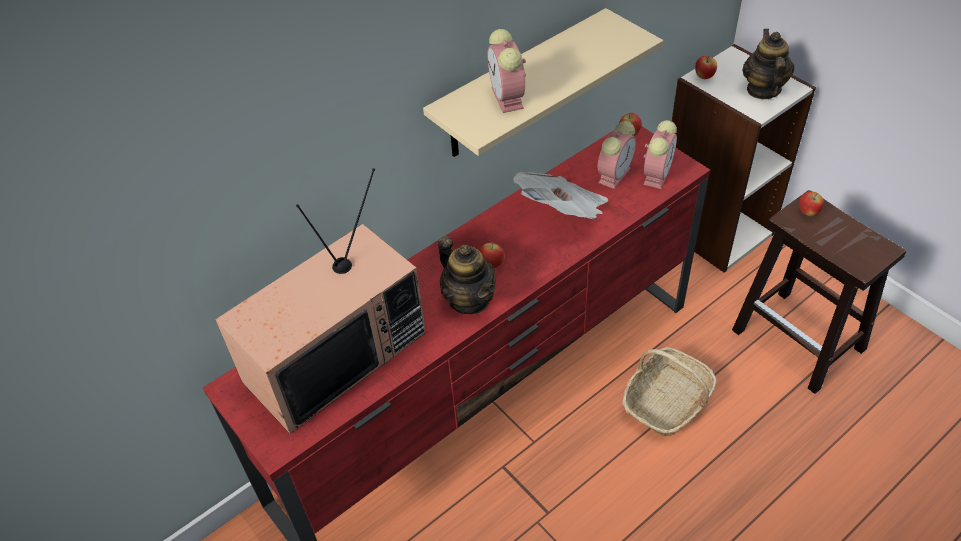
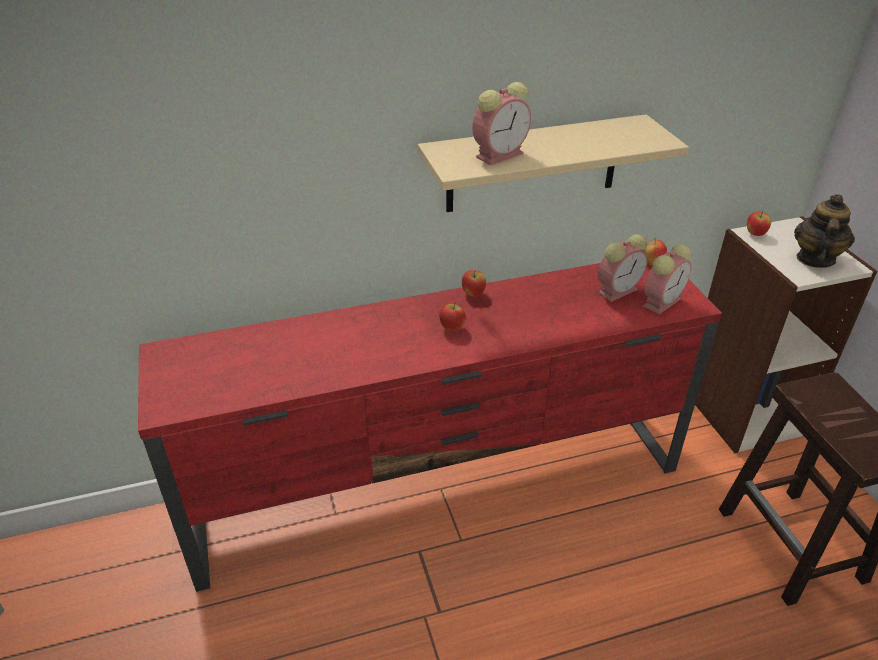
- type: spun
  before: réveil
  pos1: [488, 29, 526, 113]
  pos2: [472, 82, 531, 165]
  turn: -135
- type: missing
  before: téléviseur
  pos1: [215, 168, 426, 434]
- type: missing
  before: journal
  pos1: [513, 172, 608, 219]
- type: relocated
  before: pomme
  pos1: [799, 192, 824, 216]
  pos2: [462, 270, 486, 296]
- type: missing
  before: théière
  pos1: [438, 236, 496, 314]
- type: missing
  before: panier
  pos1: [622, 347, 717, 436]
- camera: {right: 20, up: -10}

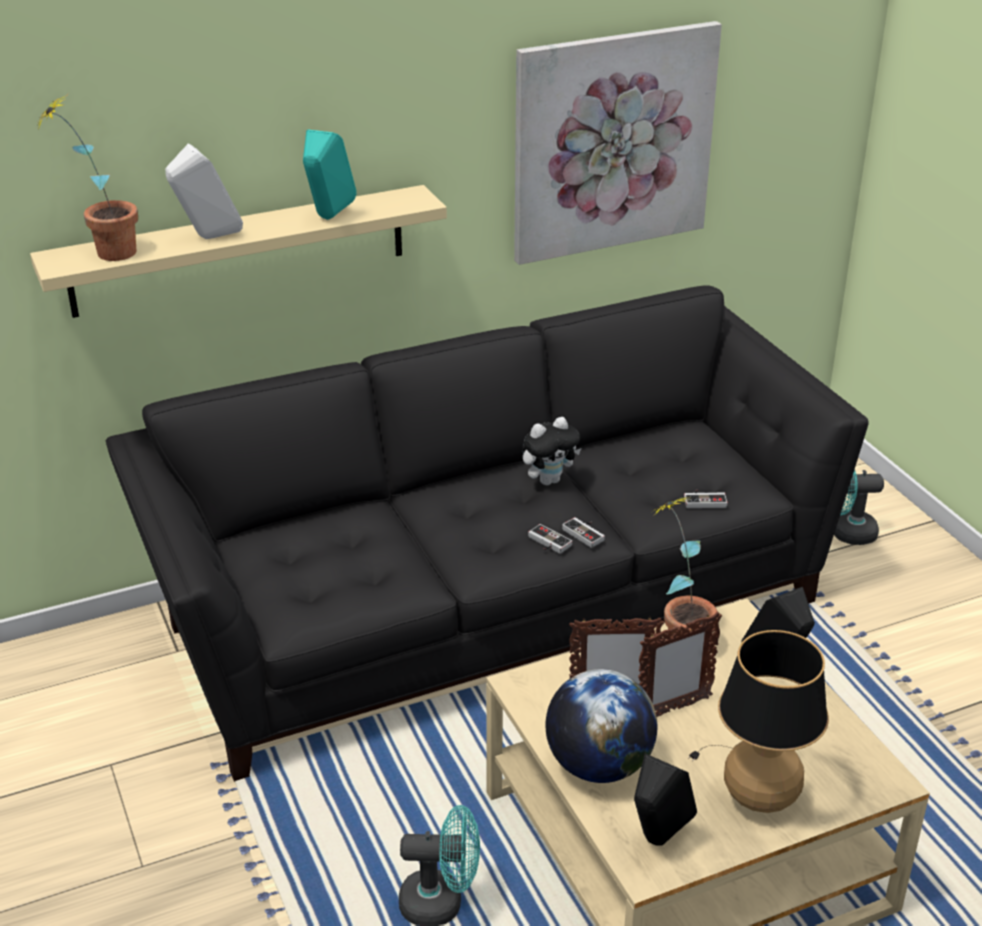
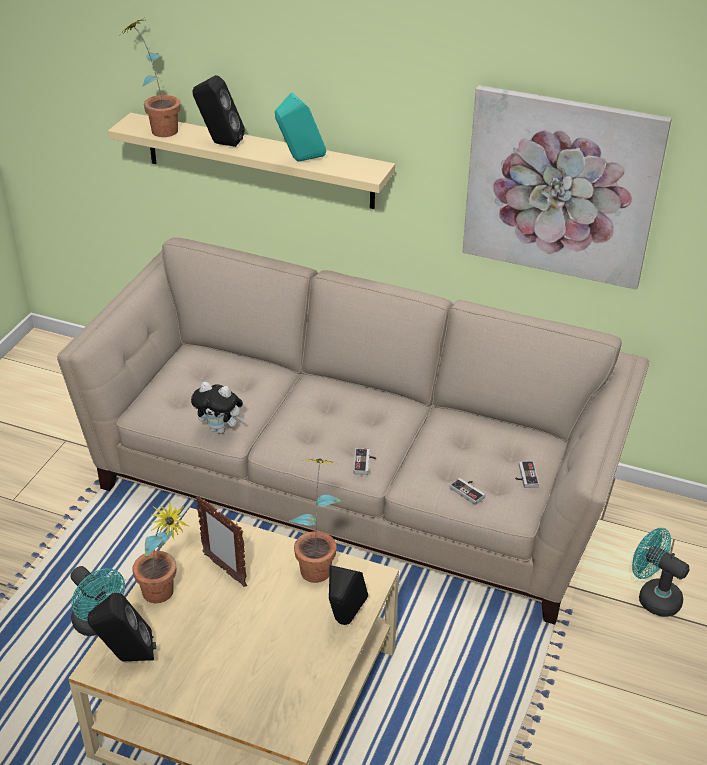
- type: colour
  before: enceinte (blanc)
  after: enceinte (noir)
  pos1: [165, 144, 243, 239]
  pos2: [192, 75, 245, 147]
- type: colour
  before: canapé (noir)
  after: canapé (beige)
  pos1: [106, 286, 869, 782]
  pos2: [57, 238, 649, 625]
- type: relocated
  before: peluche
  pos1: [522, 417, 581, 485]
  pos2: [191, 382, 245, 434]
- type: relocated
  before: manette
  pos1: [528, 524, 572, 554]
  pos2: [515, 461, 539, 488]
- type: missing
  before: cadre photo
  pos1: [638, 612, 722, 717]
- type: missing
  before: lampe de table
  pos1: [688, 630, 829, 813]
- type: exchanged
  before: globe
  after: plante en pot
  pos1: [545, 669, 657, 783]
  pos2: [132, 500, 188, 603]
- camera: {right: 45, up: 5}

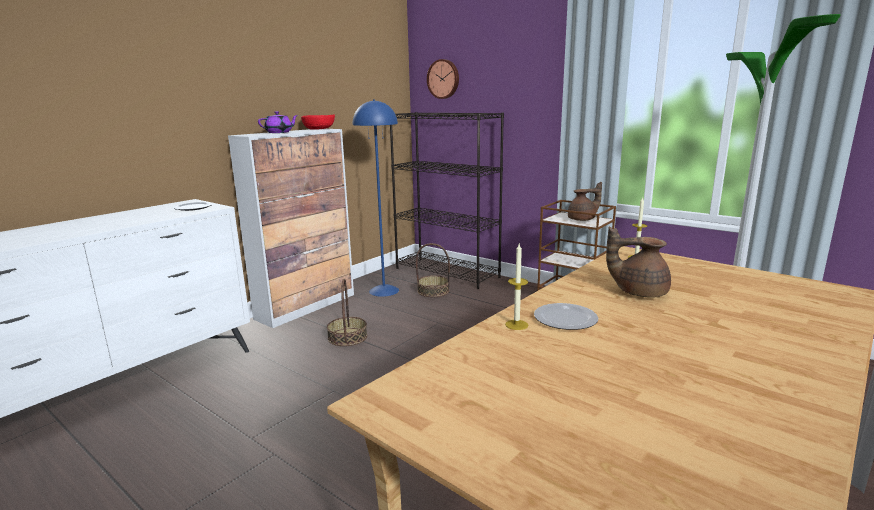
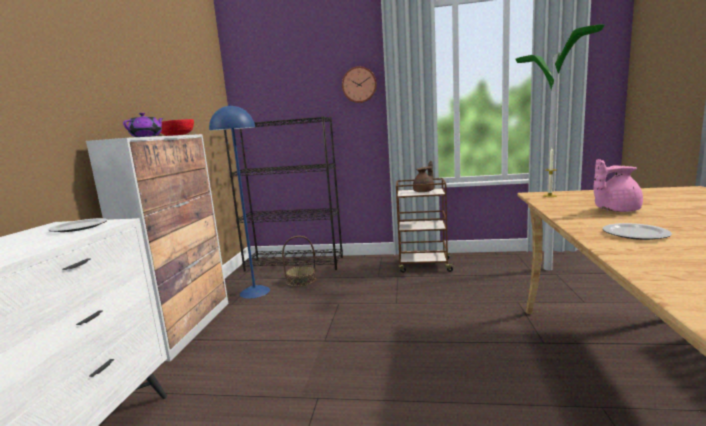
- type: relocated
  before: horloge murale
  pos1: [427, 59, 459, 99]
  pos2: [342, 66, 377, 103]
- type: colour
  before: théière (marron)
  after: théière (rose)
  pos1: [606, 227, 671, 298]
  pos2: [593, 159, 643, 212]
- type: missing
  before: bougie
  pos1: [505, 244, 528, 330]
- type: missing
  before: panier
  pos1: [327, 279, 367, 346]
- camera: {right: -30, up: -5}

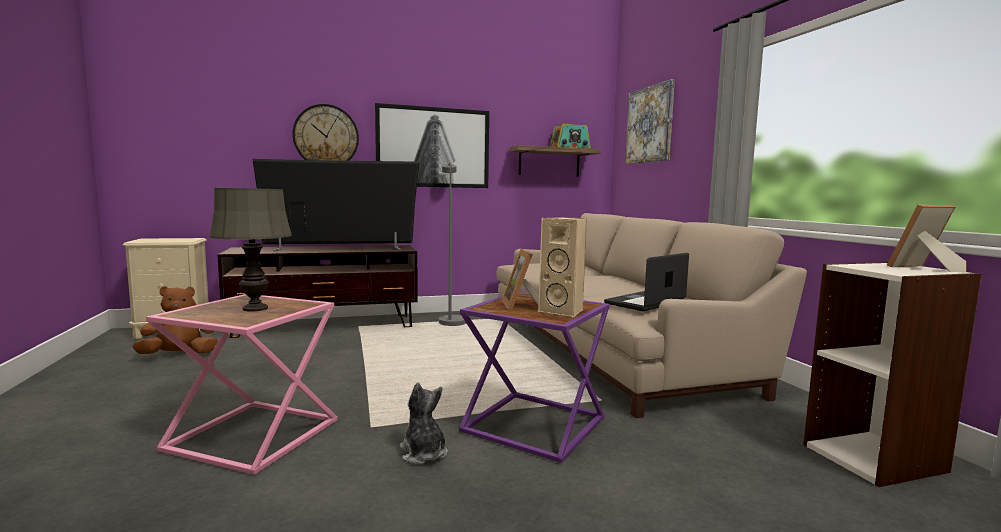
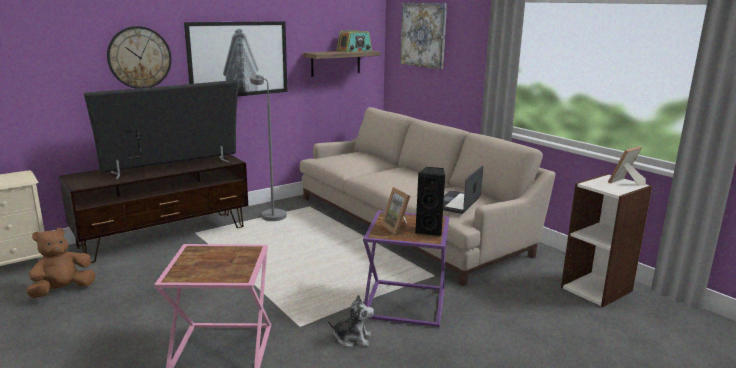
- type: missing
  before: lampe de table (gris)
  pos1: [209, 188, 292, 312]
- type: colour
  before: enceinte (beige)
  after: enceinte (noir)
  pos1: [538, 217, 587, 318]
  pos2: [415, 167, 445, 236]
- type: spun
  before: peluche
  pos1: [400, 382, 448, 465]
  pos2: [327, 294, 374, 347]
  turn: 150
- camera: {right: -20, up: 10}

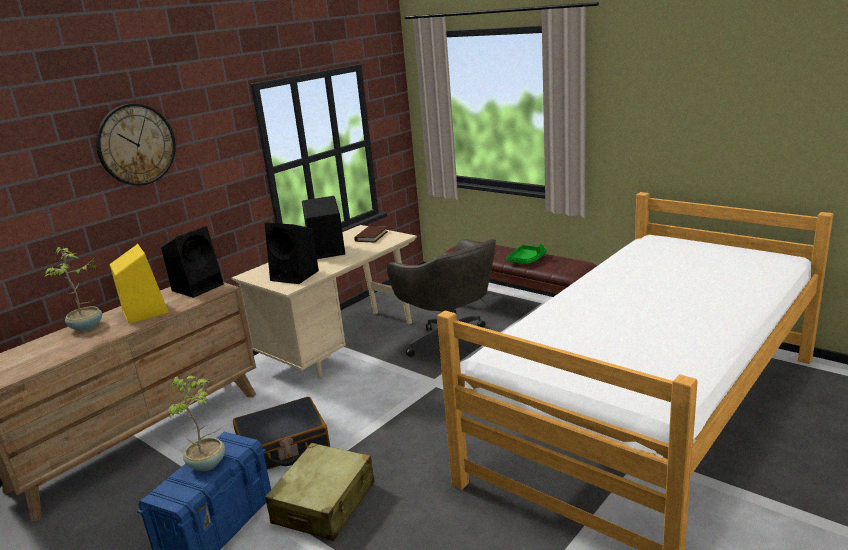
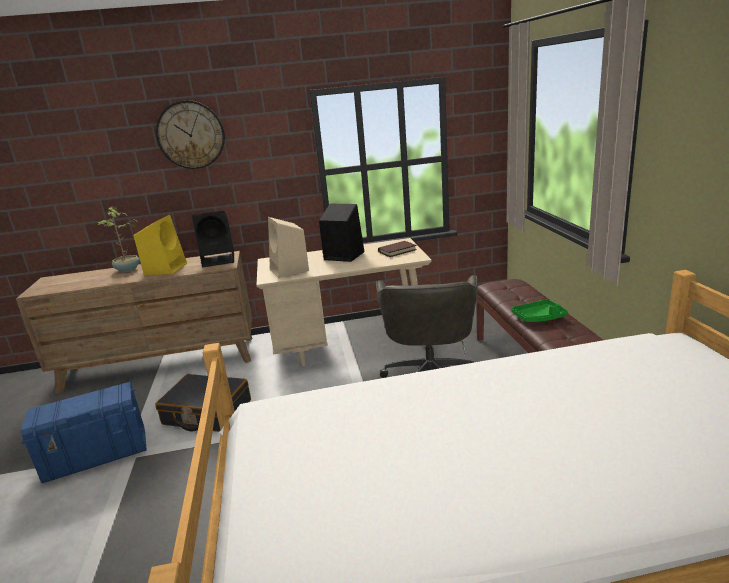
- type: colour
  before: enceinte (noir)
  after: enceinte (beige)
  pos1: [265, 223, 319, 284]
  pos2: [268, 217, 309, 278]
- type: missing
  before: plante en pot
  pos1: [166, 375, 225, 471]
- type: missing
  before: valise (beige)
  pos1: [265, 443, 375, 541]
- camera: {right: 40, up: 0}

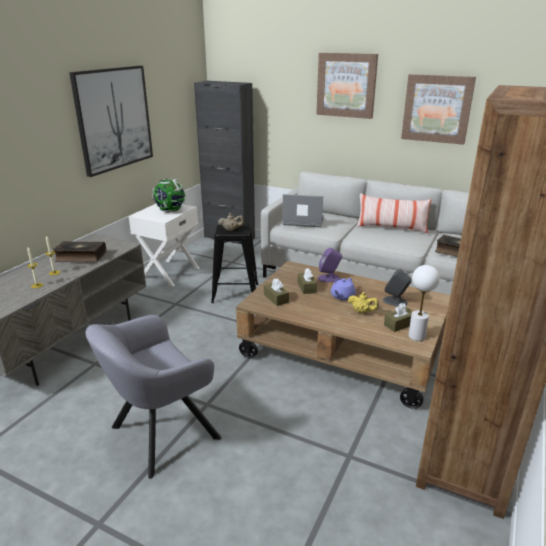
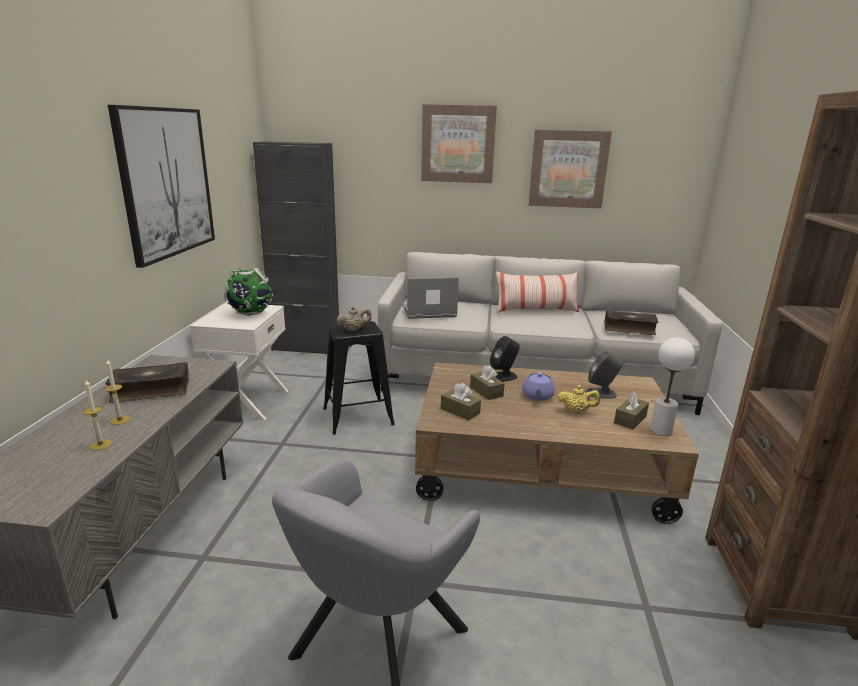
- type: colour
  before: enceinte (violet)
  after: enceinte (noir)
  pos1: [318, 248, 342, 282]
  pos2: [490, 336, 520, 382]
- camera: {right: -20, up: -5}

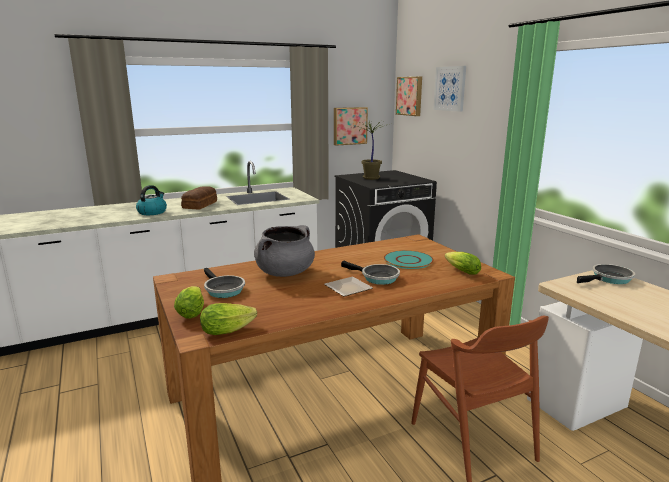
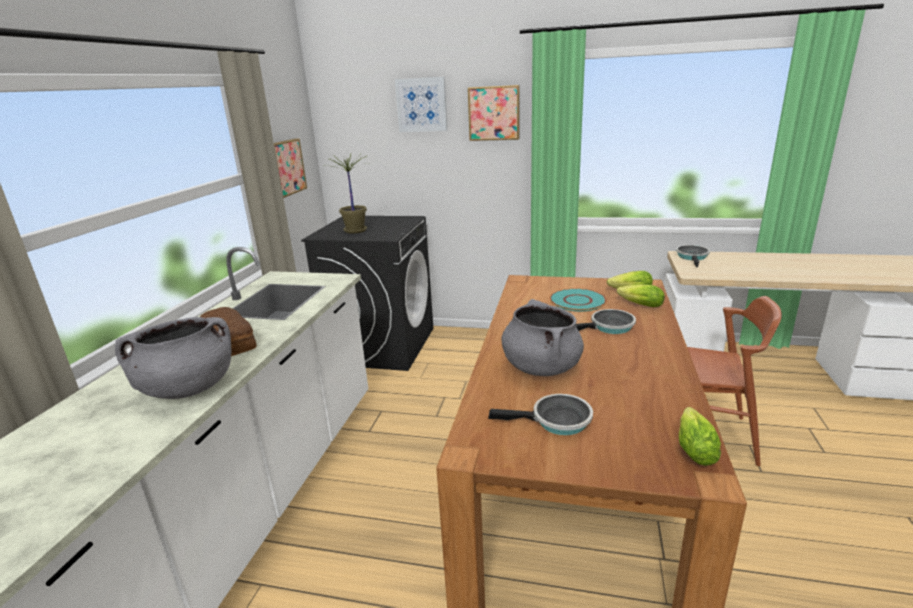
- type: relocated
  before: tableau
  pos1: [396, 77, 422, 116]
  pos2: [468, 85, 519, 141]
- type: exchanged
  before: bouilloire
  after: marmite (gris)
  pos1: [136, 185, 167, 215]
  pos2: [115, 317, 231, 399]
- type: missing
  before: assiette
  pos1: [324, 277, 373, 297]
- type: relocated
  before: laitue
  pos1: [174, 286, 204, 319]
  pos2: [617, 284, 665, 307]
- camera: {right: -50, up: 5}

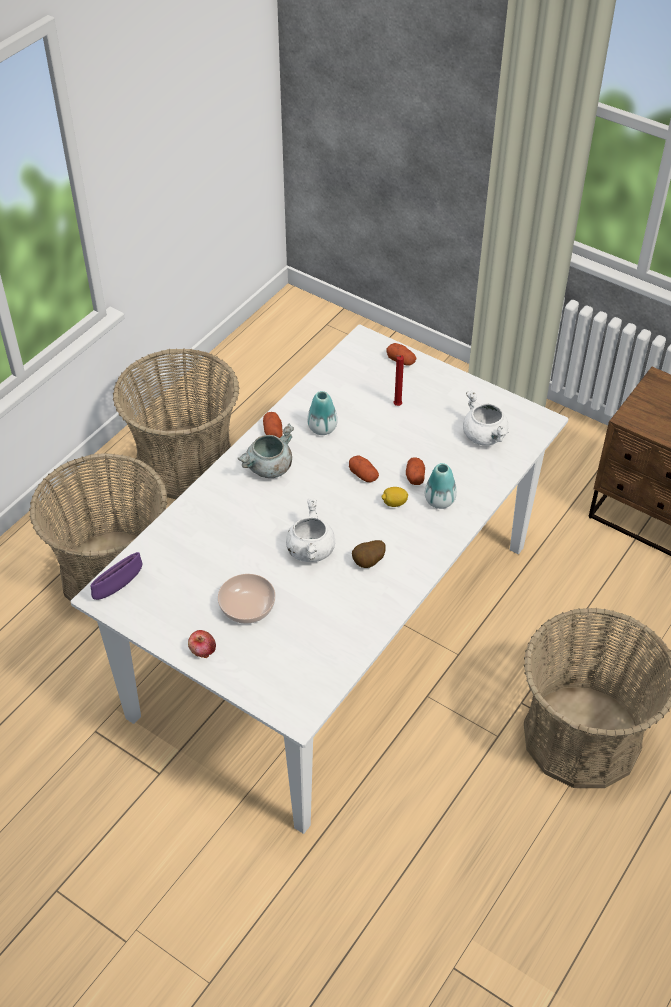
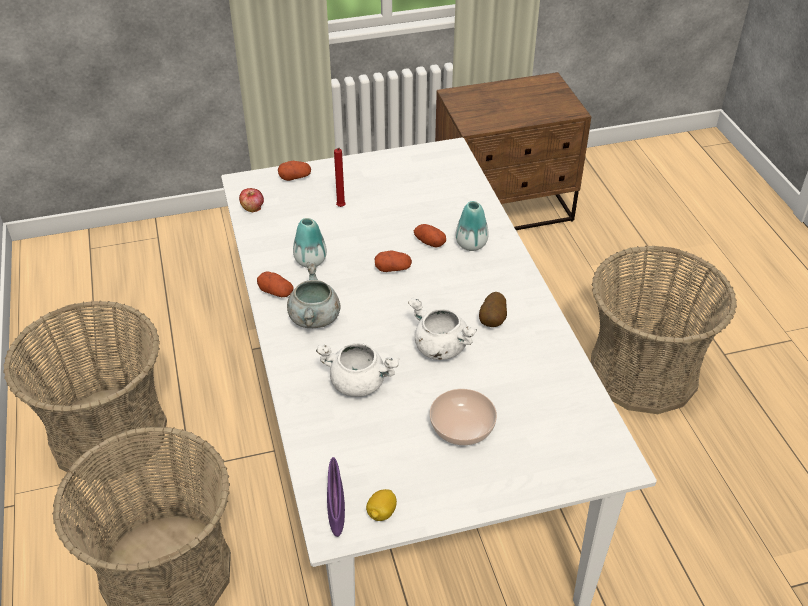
- type: relocated
  before: marmite (blanc)
  pos1: [463, 391, 508, 445]
  pos2: [316, 343, 400, 397]
- type: relocated
  before: citron
  pos1: [382, 487, 408, 507]
  pos2: [366, 489, 397, 521]
- type: relocated
  before: pomme
  pos1: [188, 630, 216, 658]
  pos2: [239, 188, 264, 212]
- camera: {right: -50, up: -5}

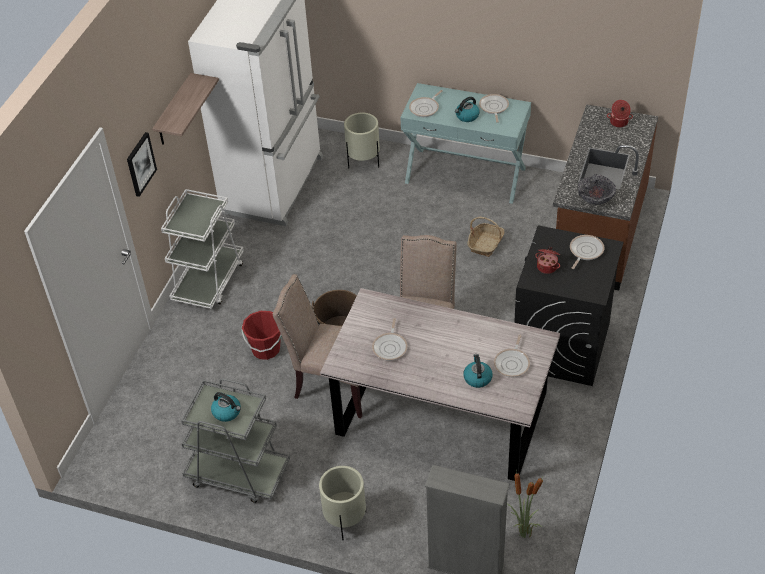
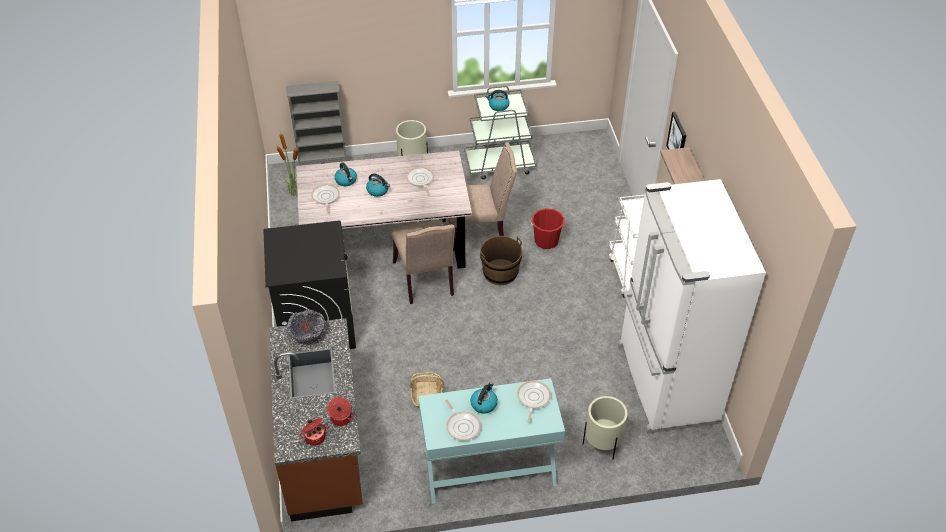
- type: missing
  before: poêle
  pos1: [570, 235, 604, 269]
- type: relocated
  before: marmite
  pos1: [535, 246, 560, 274]
  pos2: [327, 397, 355, 426]
- type: appeared
  after: bouilloire
  pos2: [366, 173, 390, 197]
- camera: {right: 150, up: 0}

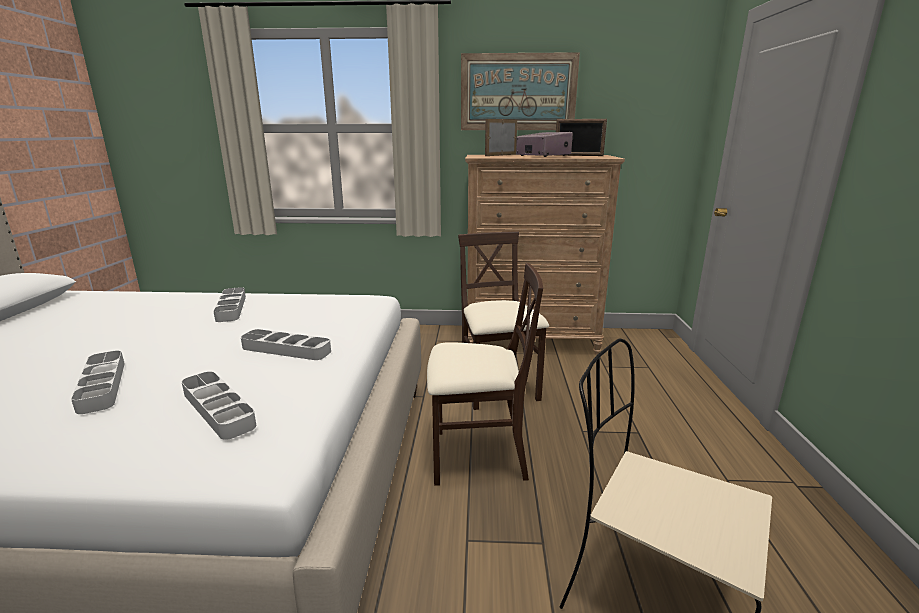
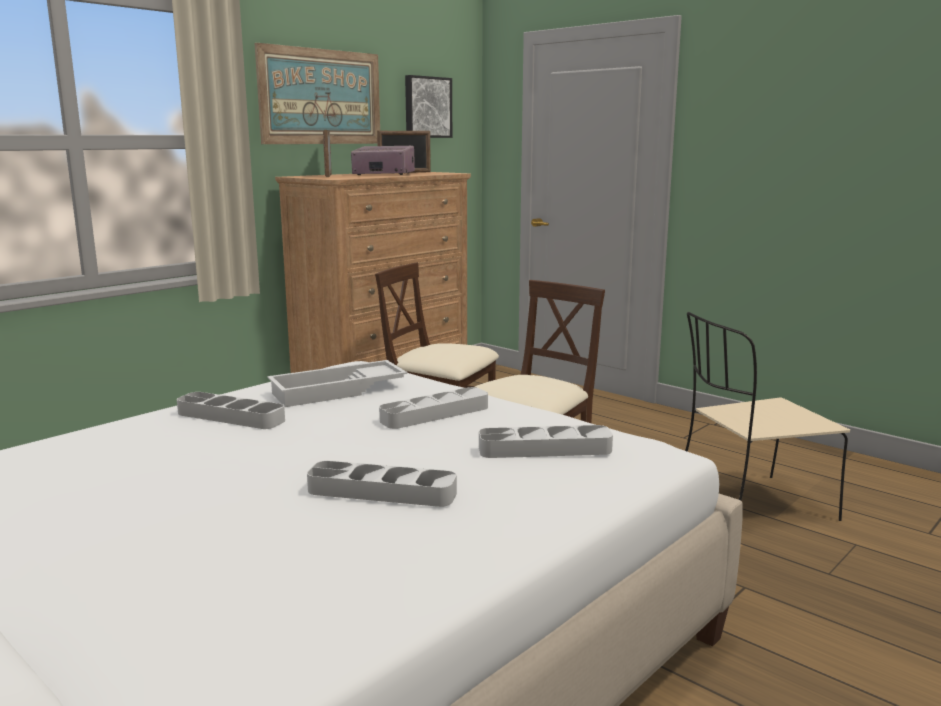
- type: appeared
  after: tableau
  pos2: [405, 75, 452, 138]
- type: appeared
  after: plateau (blanc)
  pos2: [267, 360, 407, 407]
- camera: {right: -50, up: -5}

